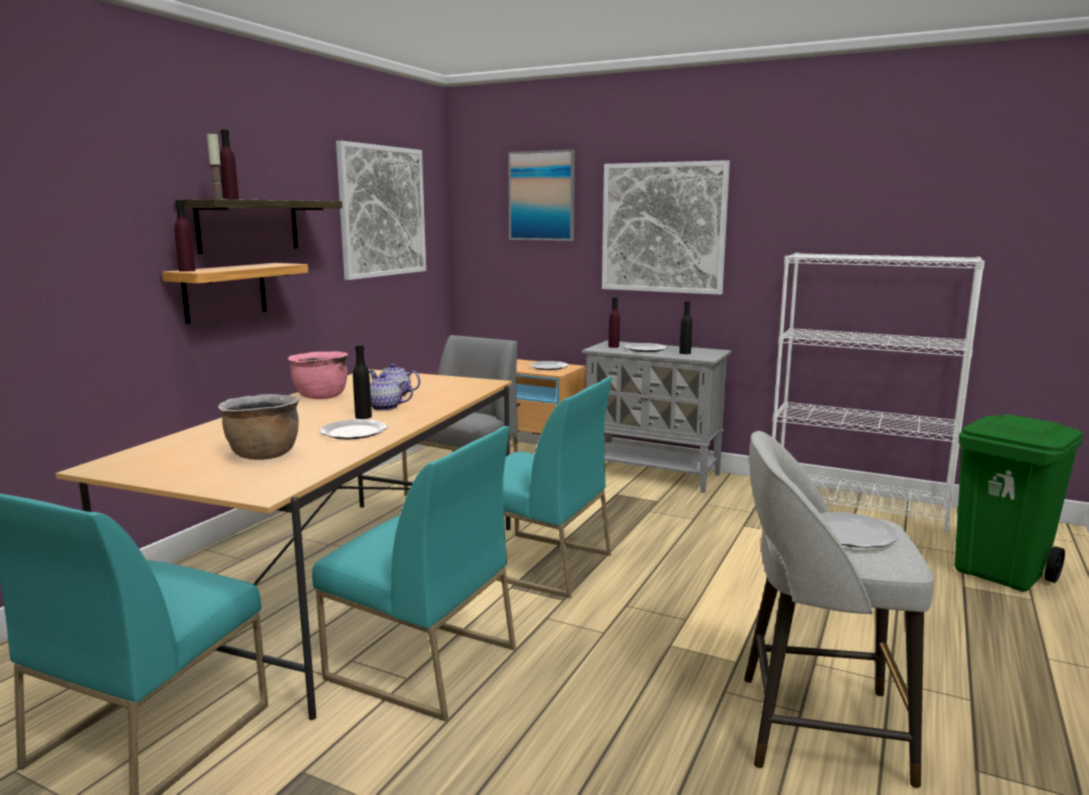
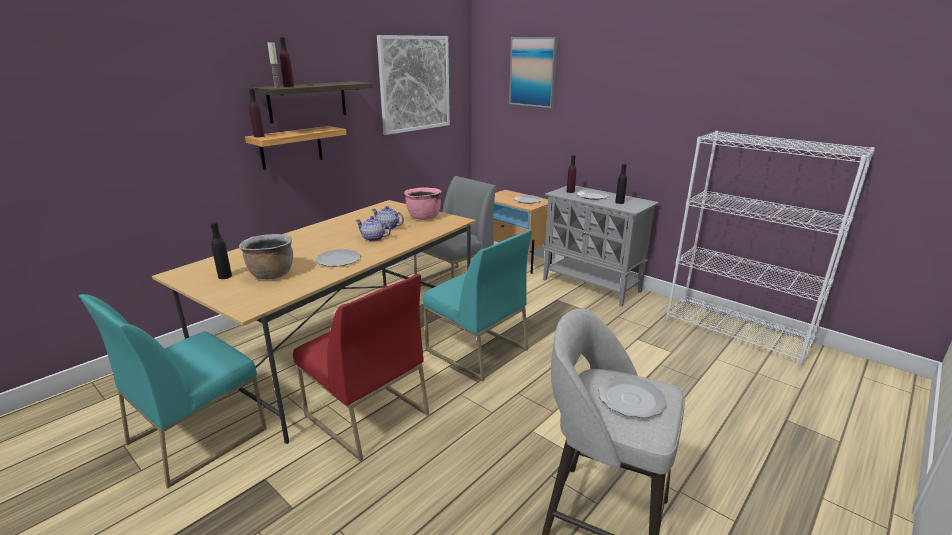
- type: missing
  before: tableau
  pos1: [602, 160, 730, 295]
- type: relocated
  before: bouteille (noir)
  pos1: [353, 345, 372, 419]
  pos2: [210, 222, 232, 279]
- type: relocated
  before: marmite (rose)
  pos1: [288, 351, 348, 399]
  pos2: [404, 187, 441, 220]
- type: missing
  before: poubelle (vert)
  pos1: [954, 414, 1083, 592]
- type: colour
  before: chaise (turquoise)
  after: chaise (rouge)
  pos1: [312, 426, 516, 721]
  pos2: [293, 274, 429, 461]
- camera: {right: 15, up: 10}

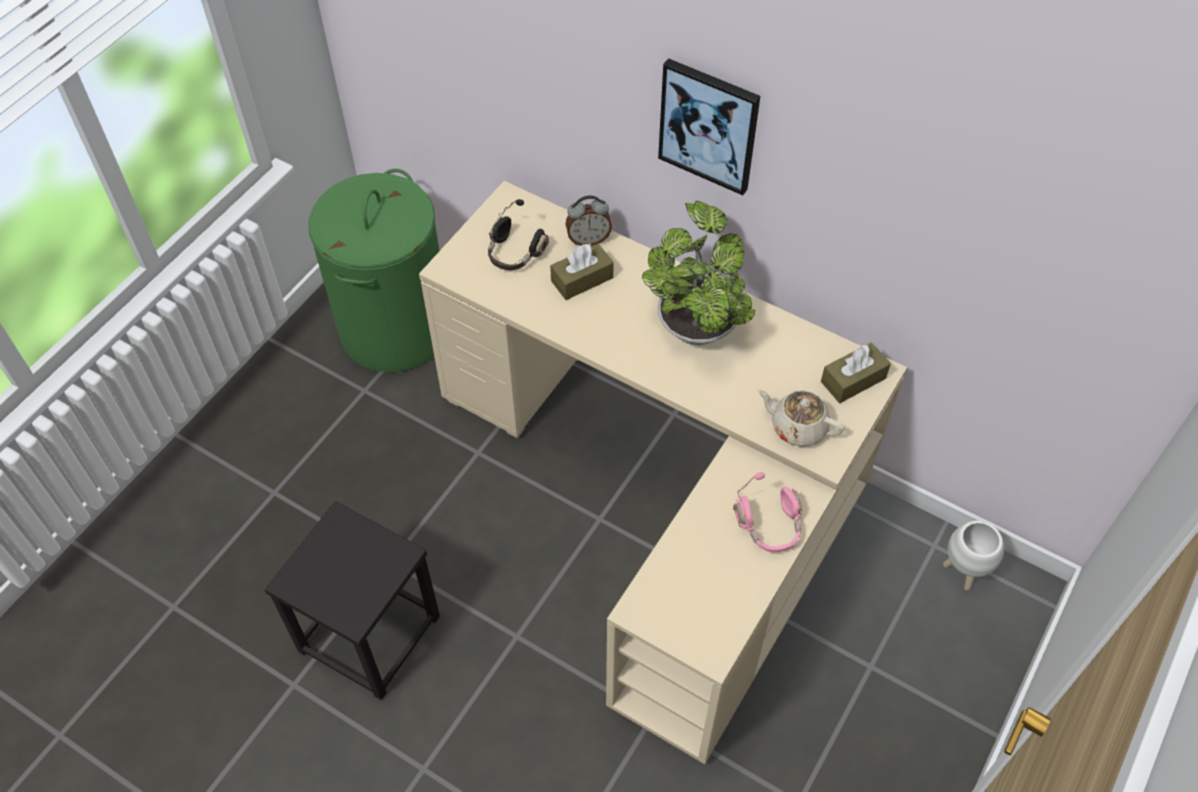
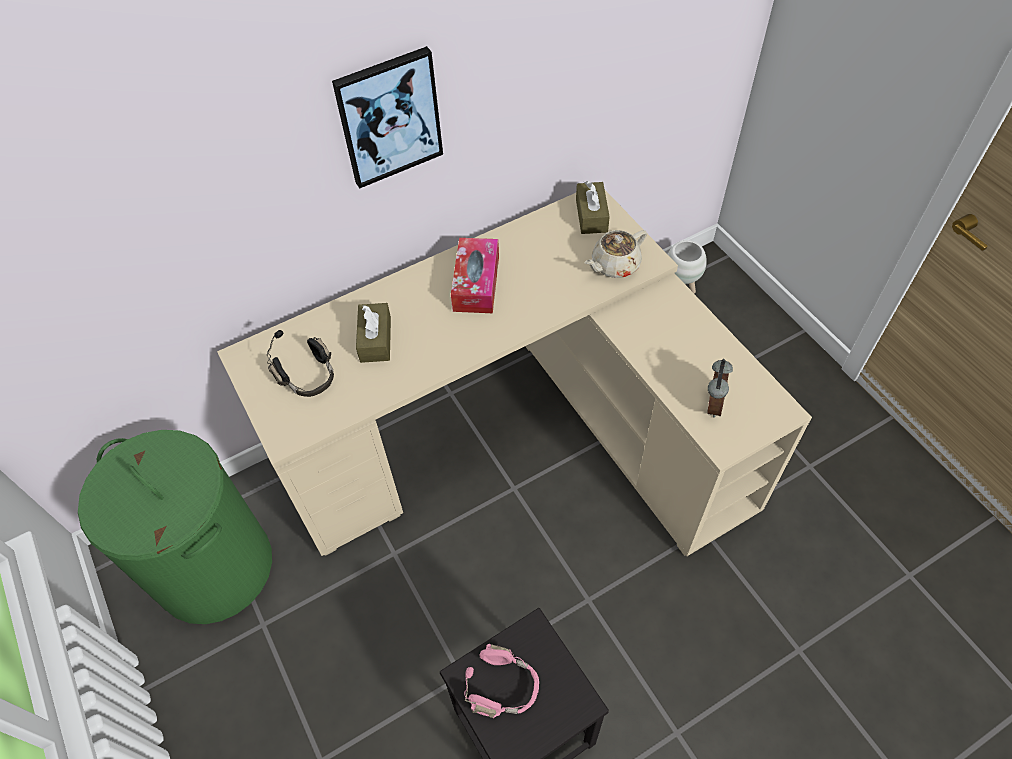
- type: relocated
  before: réveil
  pos1: [565, 196, 612, 246]
  pos2: [707, 359, 733, 418]
- type: exchanged
  before: plante en pot
  after: boîte à mouchoirs
  pos1: [642, 201, 755, 345]
  pos2: [451, 238, 499, 313]
- type: relocated
  before: casque audio (rose)
  pos1: [733, 472, 803, 552]
  pos2: [464, 644, 539, 718]
- camera: {right: -60, up: 0}

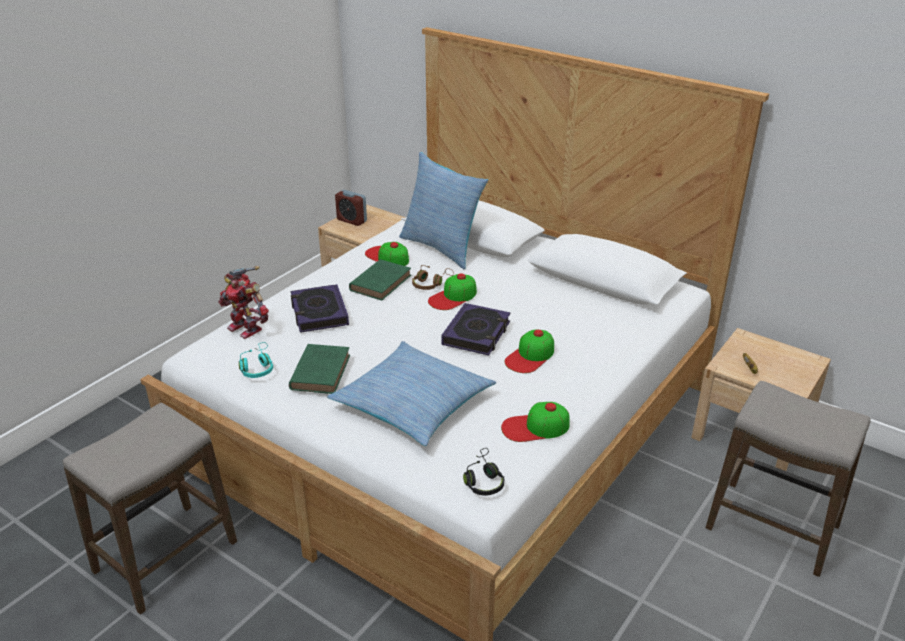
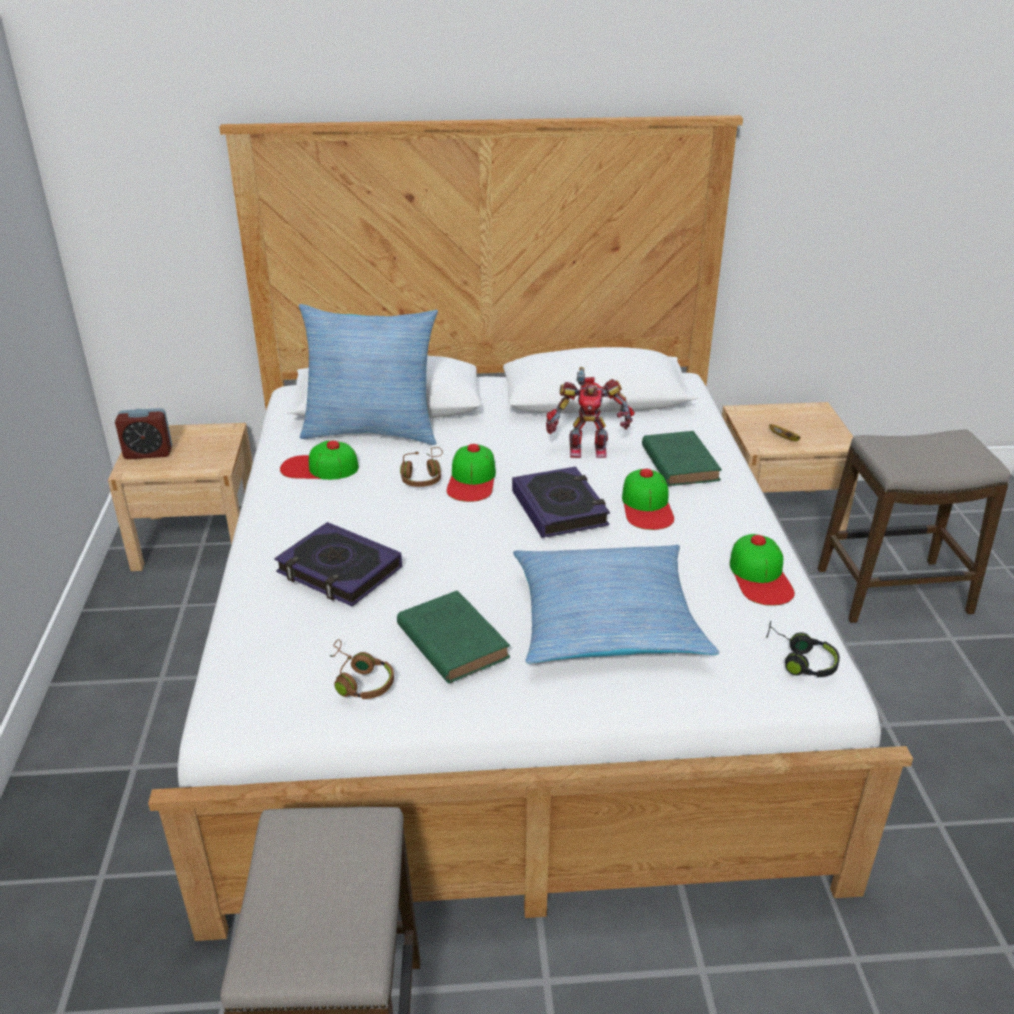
- type: relocated
  before: livre (vert)
  pos1: [349, 259, 411, 300]
  pos2: [642, 431, 722, 486]
- type: relocated
  before: robot jouet
  pos1: [218, 266, 269, 339]
  pos2: [546, 367, 635, 458]
- type: colour
  before: casque audio (turquoise)
  after: casque audio (marron)
  pos1: [239, 342, 273, 378]
  pos2: [329, 639, 394, 699]
- type: spun
  before: casquette
  pos1: [501, 402, 570, 442]
  pos2: [730, 534, 795, 606]
  turn: -45
- camera: {right: -40, up: 0}

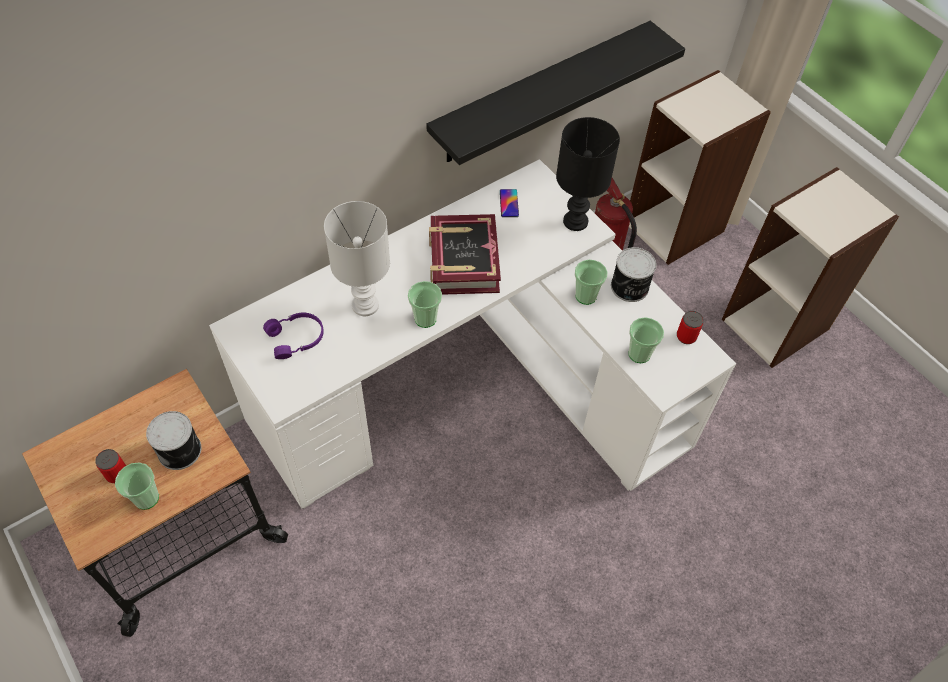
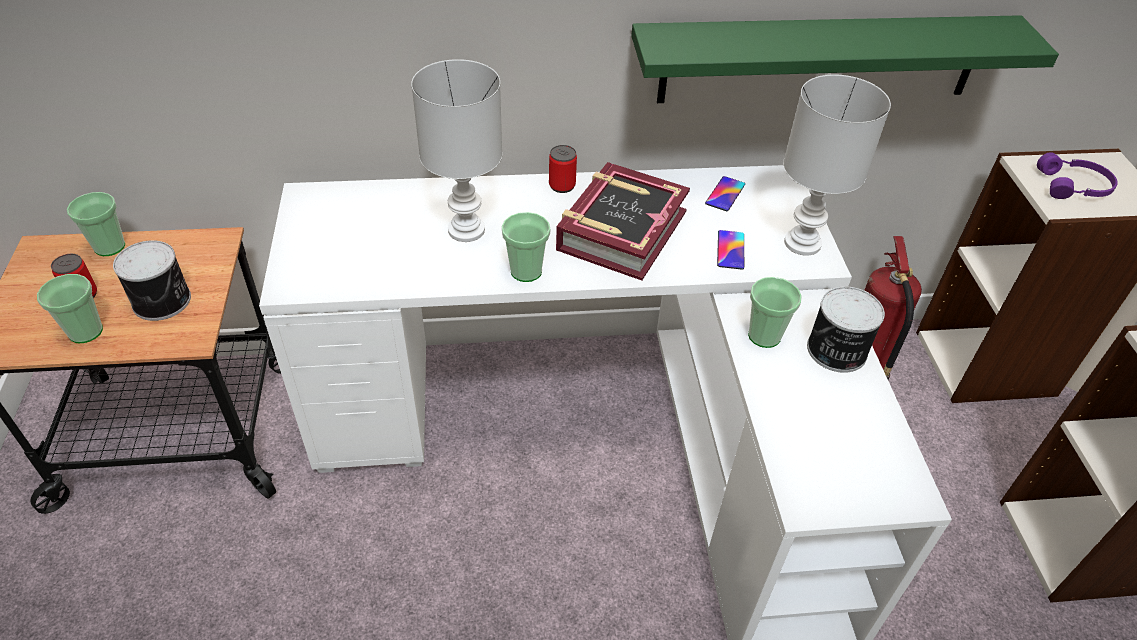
- type: colour
  before: étagère (noir)
  after: étagère (vert)
  pos1: [427, 21, 685, 165]
  pos2: [631, 15, 1059, 103]
- type: colour
  before: lampe de table (noir)
  after: lampe de table (blanc)
  pos1: [556, 117, 620, 231]
  pos2: [783, 74, 891, 256]
- type: relocated
  before: boîte métallique
  pos1: [677, 311, 704, 344]
  pos2: [549, 145, 577, 193]
- type: relocated
  before: casque audio (violet)
  pos1: [263, 313, 324, 359]
  pos2: [1037, 152, 1118, 199]
- type: relocated
  before: tasse
  pos1: [628, 317, 664, 363]
  pos2: [67, 192, 125, 256]
- type: appeared
  after: téléphone
  pos2: [717, 230, 744, 270]
- camera: {right: 30, up: -10}

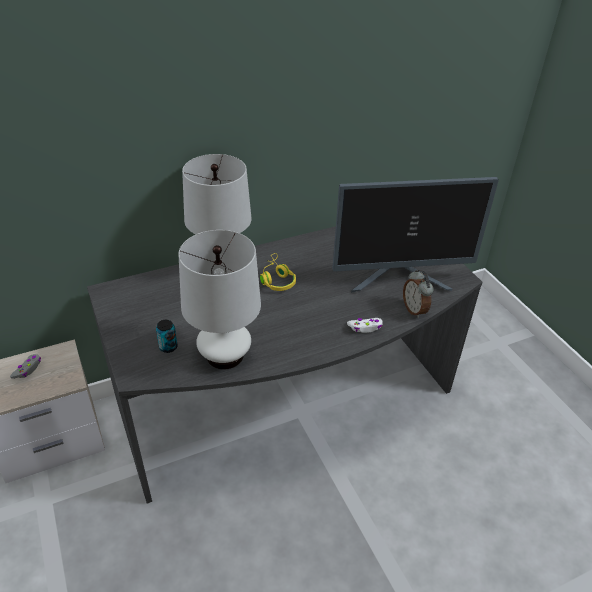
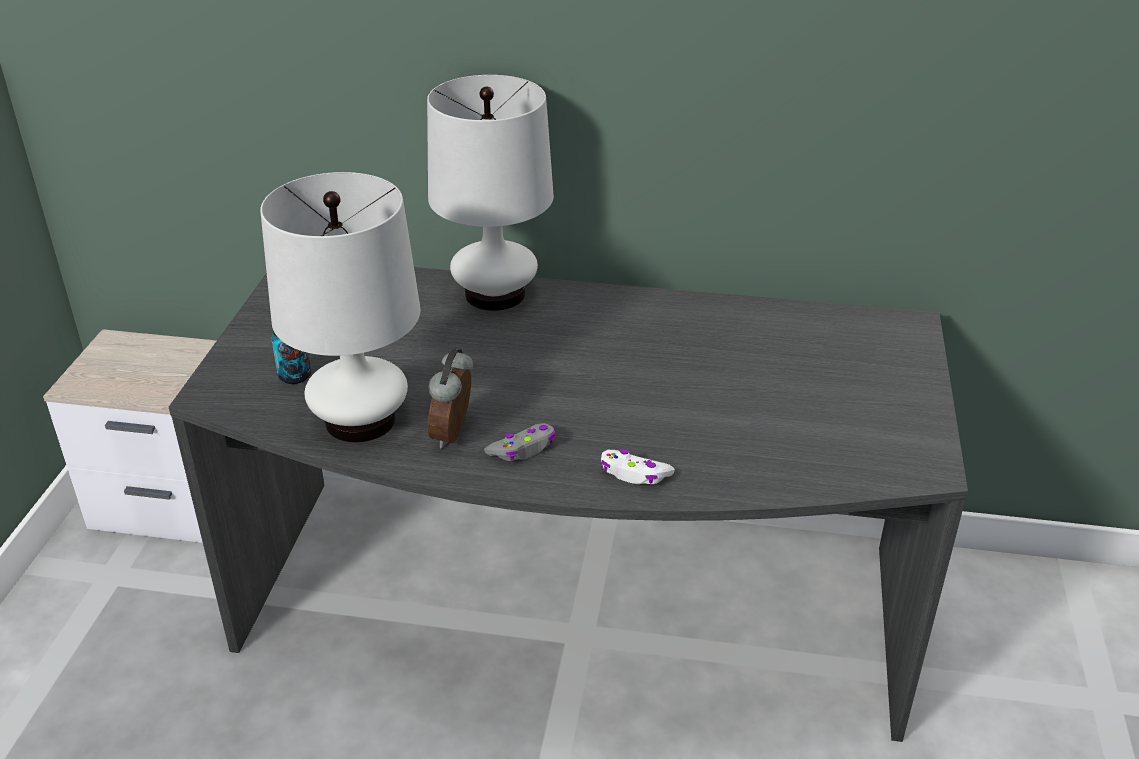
- type: missing
  before: écran d'ordinateur
  pos1: [332, 177, 499, 293]
- type: missing
  before: casque audio (jaune)
  pos1: [260, 253, 296, 291]
- type: relocated
  before: réveil
  pos1: [403, 270, 434, 318]
  pos2: [428, 348, 473, 449]
- type: relocated
  before: manette (gris)
  pos1: [10, 354, 41, 379]
  pos2: [484, 423, 556, 461]
- camera: {right: 35, up: -5}

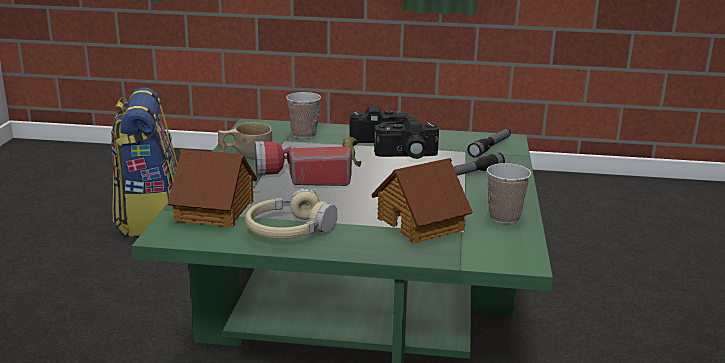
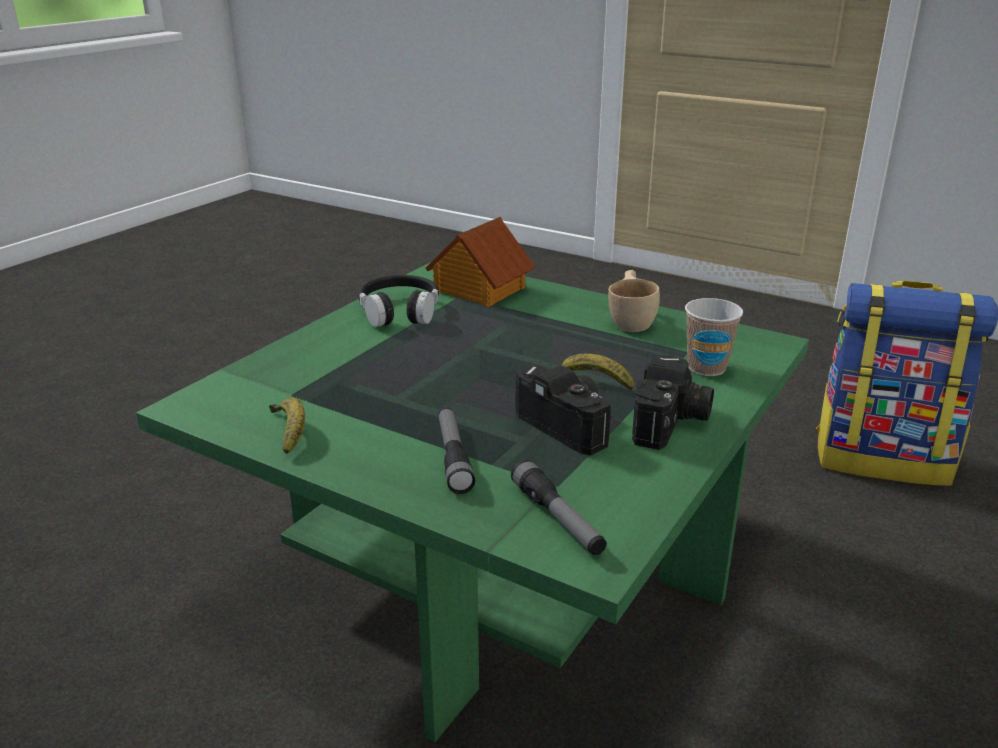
- type: spun
  before: appareil photo
  pos1: [374, 117, 439, 159]
  pos2: [515, 365, 614, 456]
  turn: 120
- type: missing
  before: lampe de poche
  pos1: [255, 141, 352, 186]
- type: missing
  before: maison miniature
  pos1: [371, 158, 473, 244]
- type: exchanged
  before: tasse
  after: banane
  pos1: [486, 163, 531, 224]
  pos2: [269, 397, 305, 454]
- type: colour
  before: casque audio (beige)
  after: casque audio (noir)
  pos1: [245, 189, 338, 239]
  pos2: [358, 275, 439, 327]
- camera: {right: 115, up: 5}

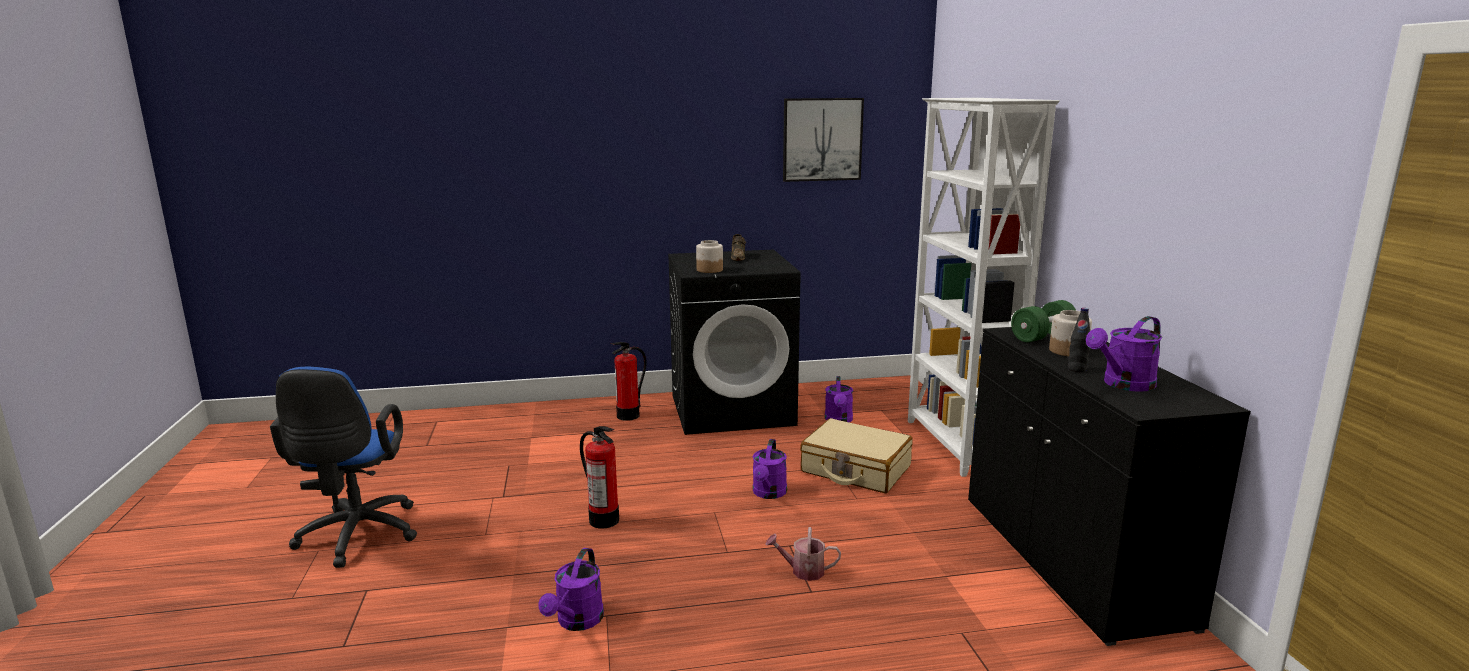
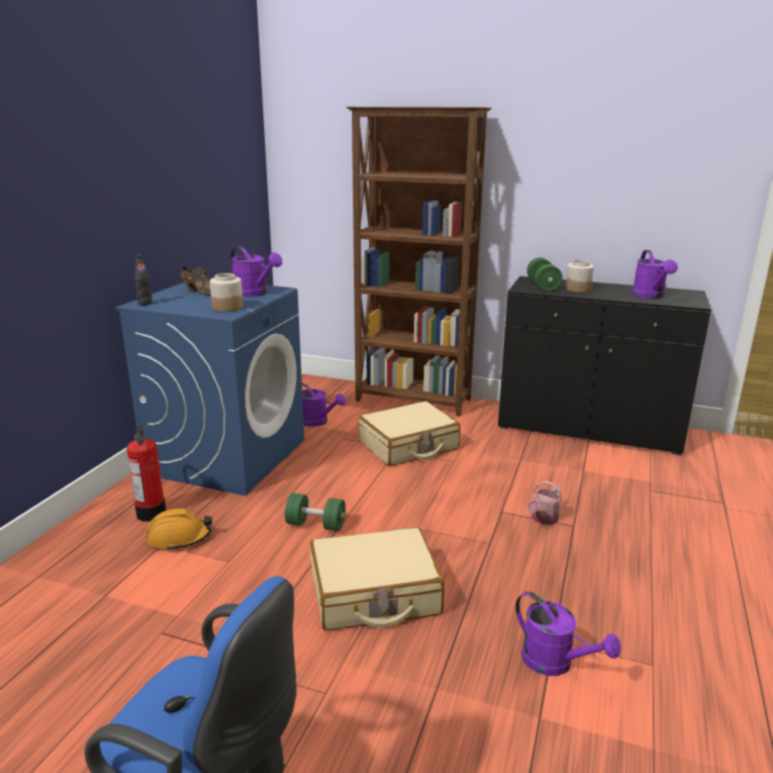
- type: missing
  before: tableau
  pos1: [783, 98, 864, 182]
- type: colour
  before: bibliothèque (blanc)
  after: bibliothèque (marron)
  pos1: [908, 98, 1060, 477]
  pos2: [346, 107, 492, 417]
- type: colour
  before: lave-linge (noir)
  after: lave-linge (bleu)
  pos1: [668, 250, 801, 435]
  pos2: [115, 283, 304, 496]
- type: relocated
  before: bouteille (noir)
  pos1: [1068, 308, 1090, 372]
  pos2: [134, 255, 152, 305]
- type: exchanged
  before: extincteur
  after: valise (beige)
  pos1: [580, 426, 619, 529]
  pos2: [310, 527, 444, 631]
- type: relocated
  before: arrosoir (violet)
  pos1: [753, 439, 787, 499]
  pos2: [230, 246, 282, 297]
- type: appeared
  after: haltère (vert)
  pos2: [285, 493, 346, 531]
- type: appeared
  after: casque de chantier (orange)
  pos2: [146, 509, 213, 551]
- camera: {right: -60, up: 5}

